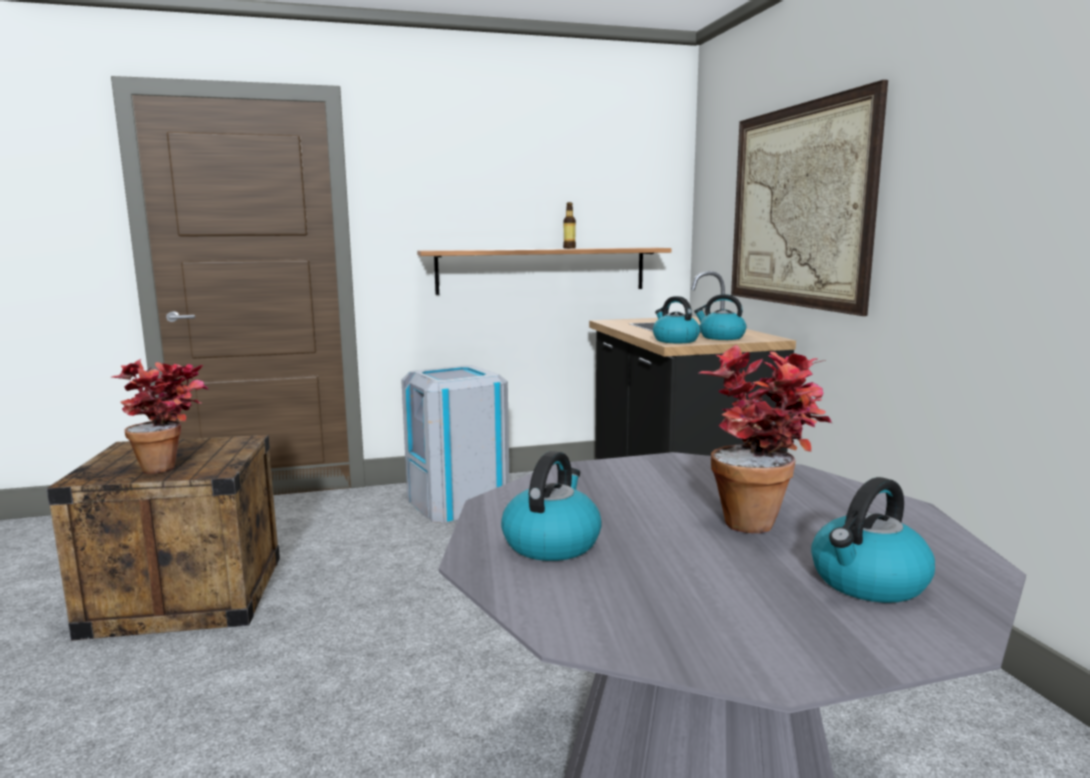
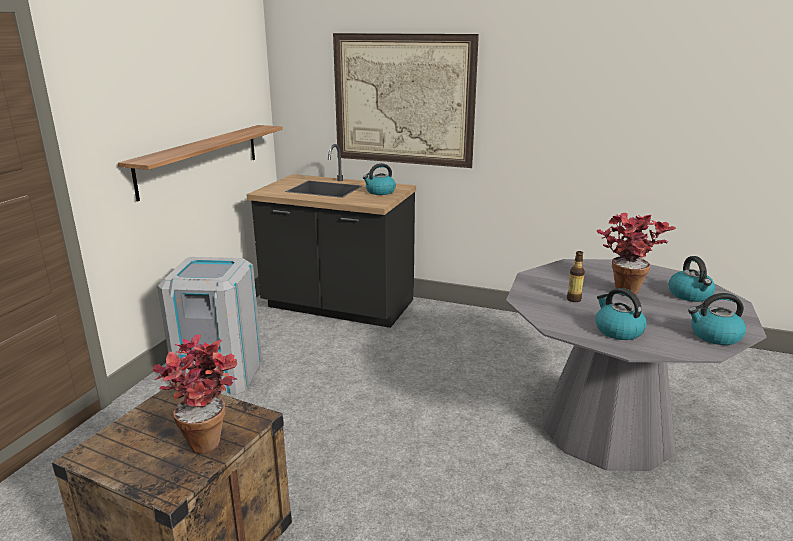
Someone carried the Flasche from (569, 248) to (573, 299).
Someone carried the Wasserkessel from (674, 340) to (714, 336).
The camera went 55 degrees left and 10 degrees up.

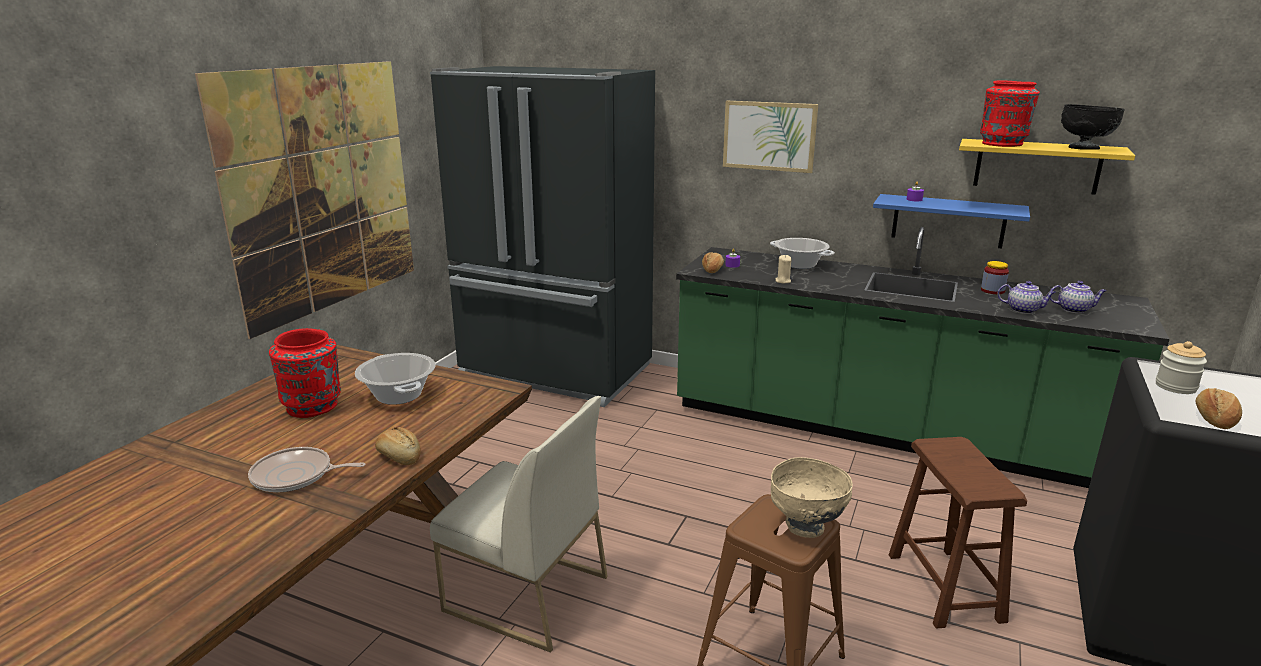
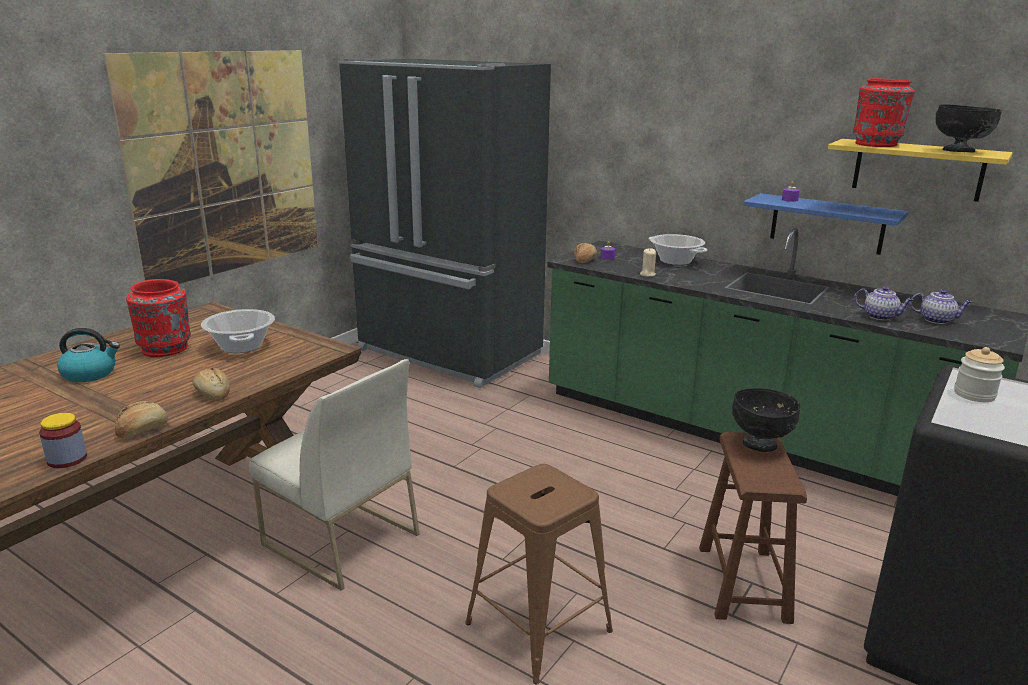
Someone carried the Vorratsglas from (992, 291) to (67, 459).
Someone put down the Wasserkessel at (90, 374).
Someone carried the Brot from (1214, 419) to (142, 430).
Someone put down the Schüssel [schwarz] at (760, 445).
Someone took away the Pfanne at (296, 476).
Someone took away the Bild at (769, 136).
Someone took away the Schüssel [beige] at (805, 527).
The camera went 10 degrees right and 0 degrees up.

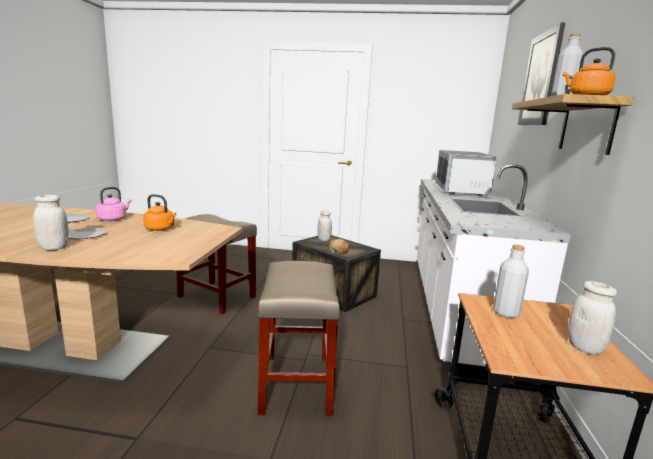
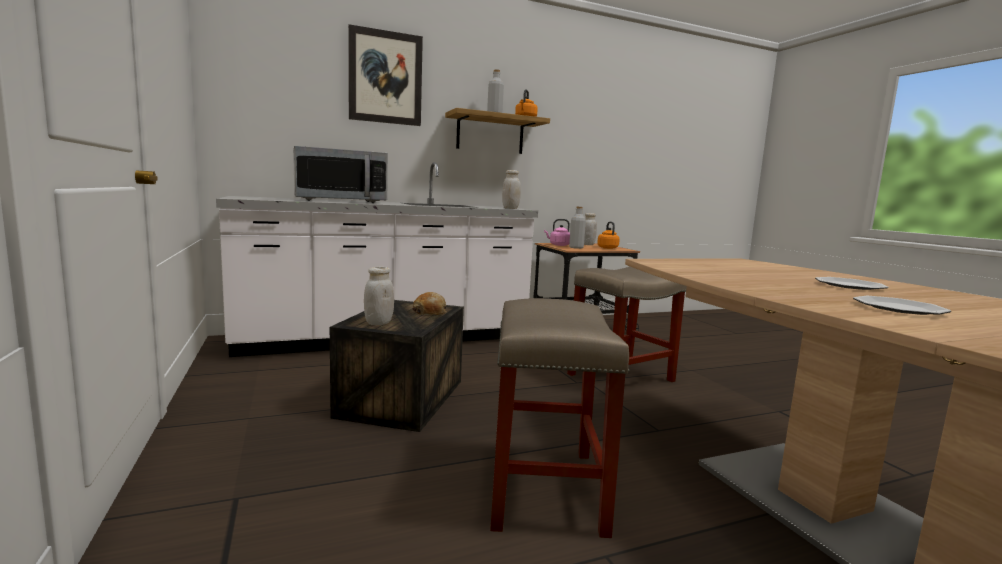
Someone carried the Vorratsglas [weiß] from (54, 248) to (510, 208).
Someone carried the Wasserkessel [rosa] from (113, 219) to (558, 245).
Someone carried the Wasserkessel [orange] from (161, 229) to (607, 248).
The camera went 120 degrees left and 5 degrees down.

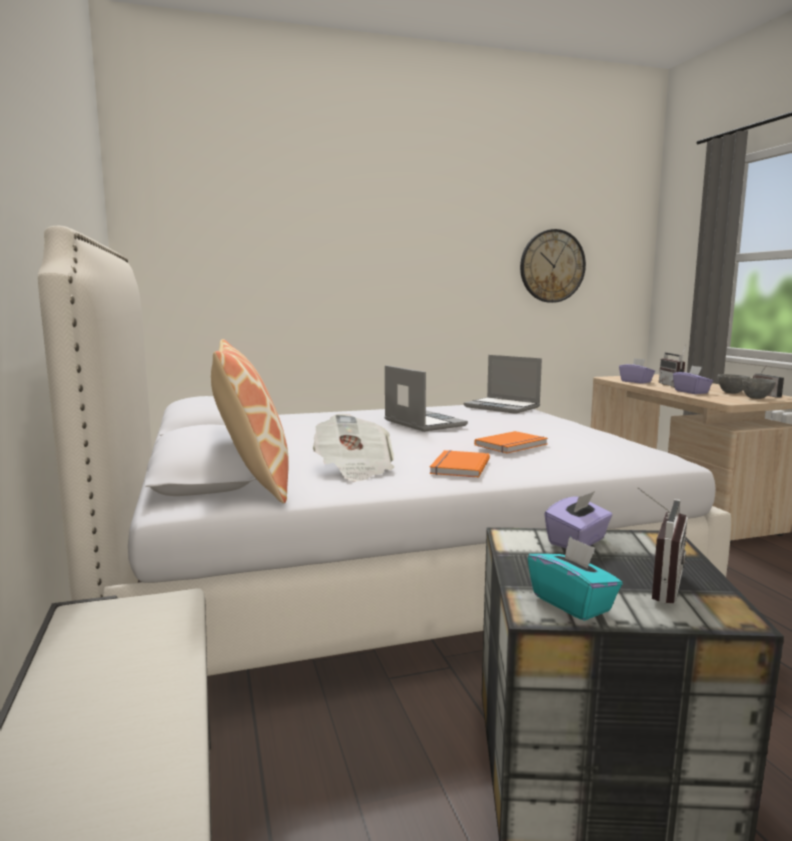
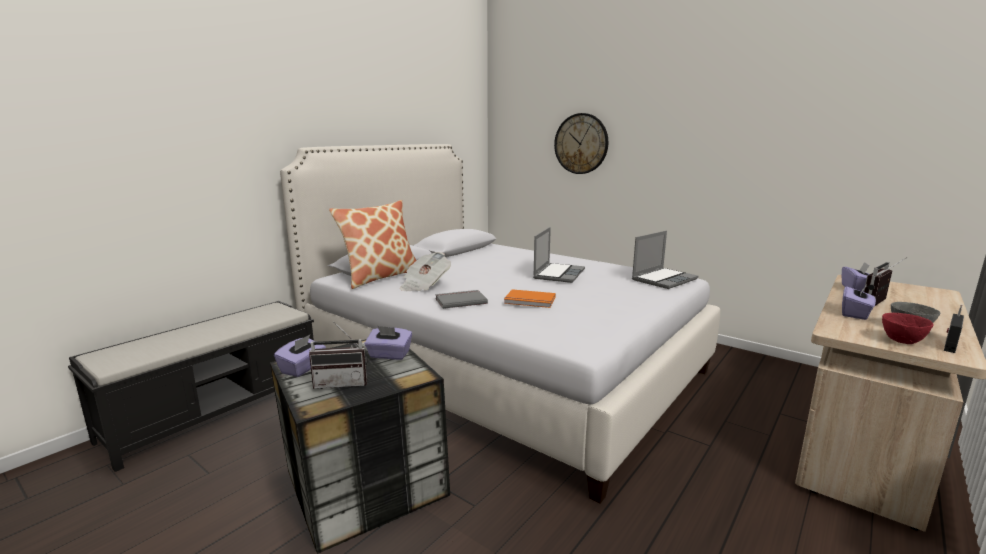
Someone repainted the Taschentuchbox [türkis] at (572, 603), which became the Taschentuchbox [lila] at (303, 368).
Someone repainted the Buch [orange] at (458, 466), which became the Buch [grau] at (460, 301).
Someone carried the Wanduhr from (552, 266) to (581, 144).
Someone rotated the Laptop at (503, 407) by 135 degrees counterclockwise.
Someone repainted the Schüssel [grau] at (756, 398), which became the Schüssel [rot] at (903, 342).
The camera went 55 degrees right and 5 degrees up.

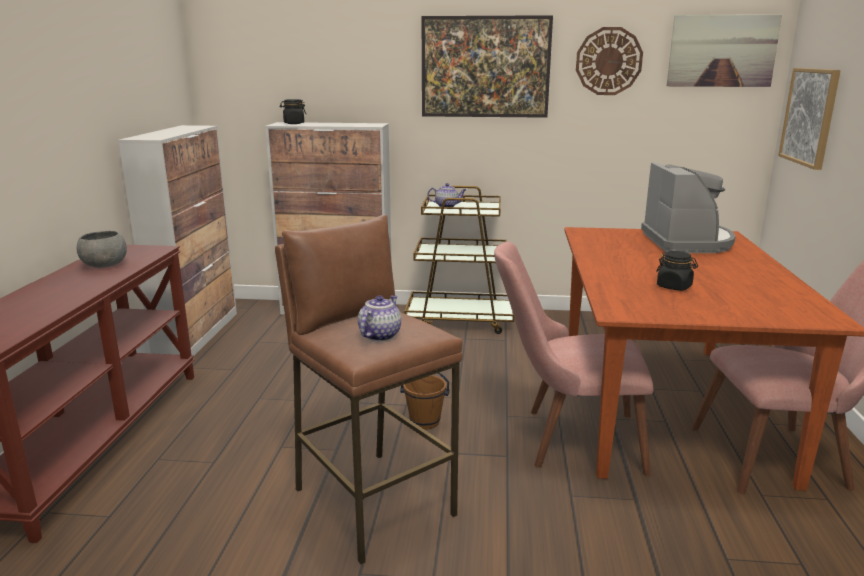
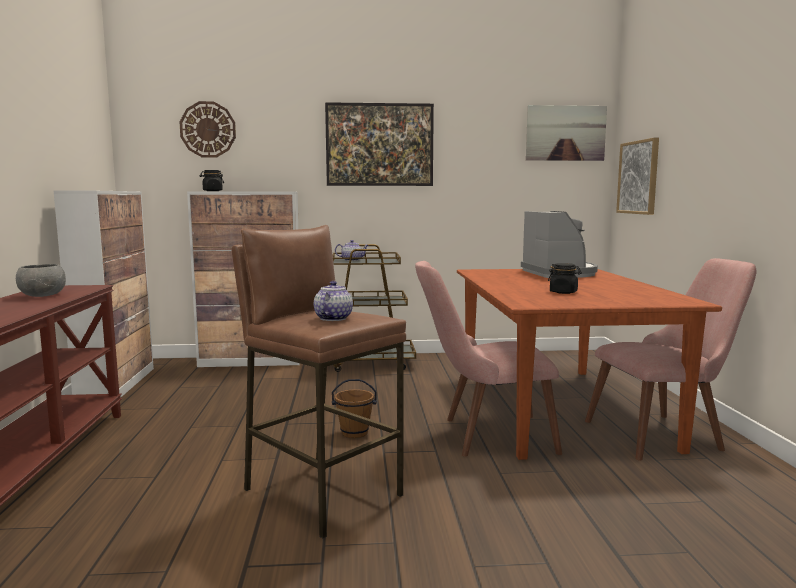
Someone carried the Wanduhr from (608, 61) to (208, 129).
The camera went 10 degrees left and 10 degrees down.

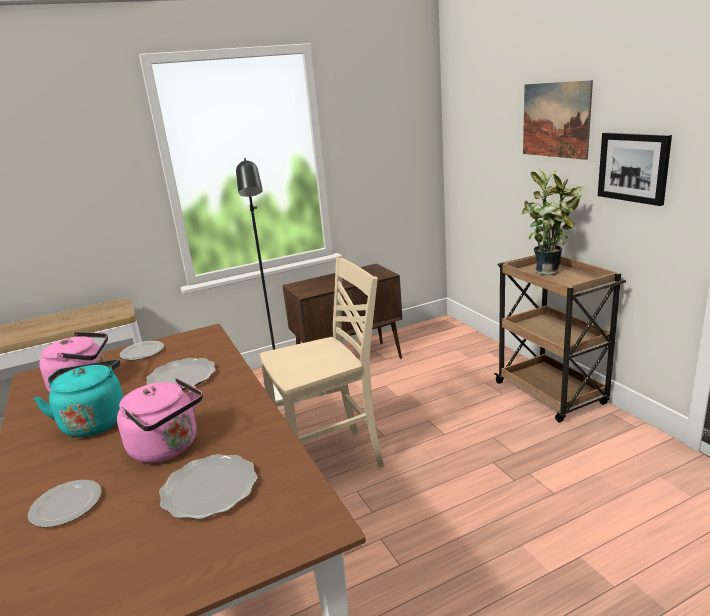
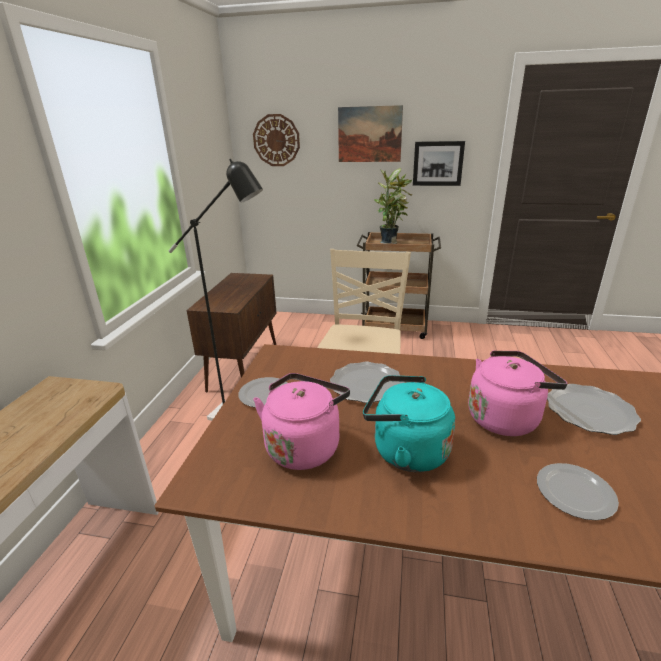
Someone put up the Wanduhr at (276, 140).
The camera went 55 degrees left and 5 degrees up.

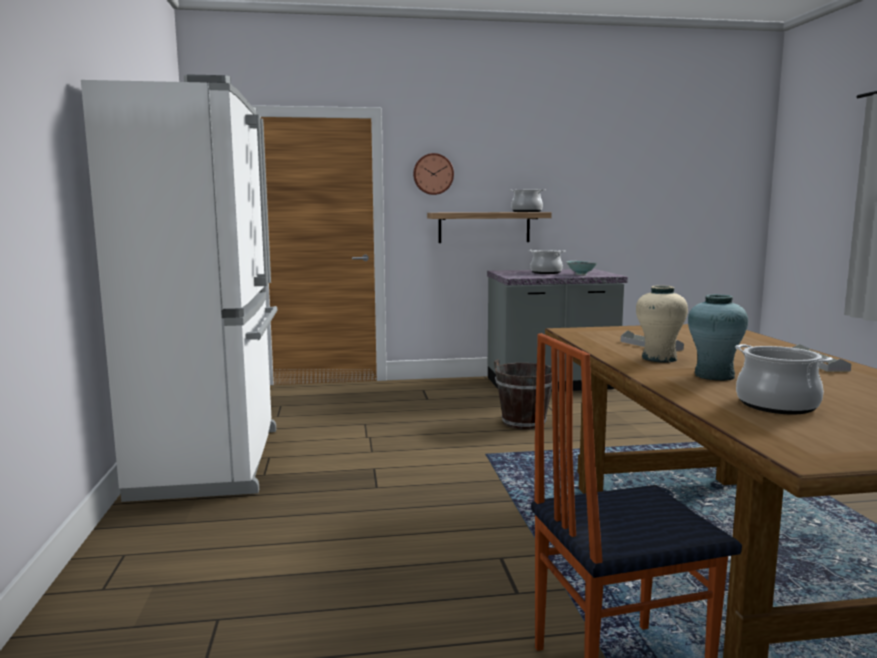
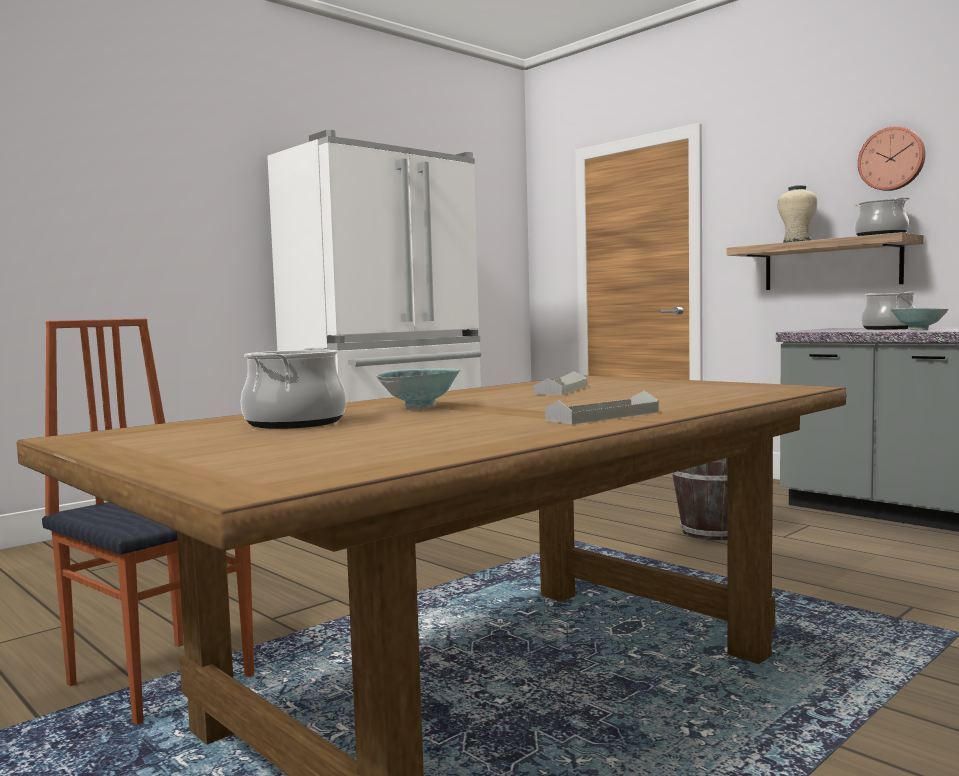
Someone swapped the Vase [türkis] at (714, 376) for the Schüssel at (420, 407).
Someone carried the Vase [beige] from (659, 358) to (796, 242).
Someone carried the Wanduhr from (433, 174) to (892, 159).
The camera went 55 degrees right and 5 degrees down.

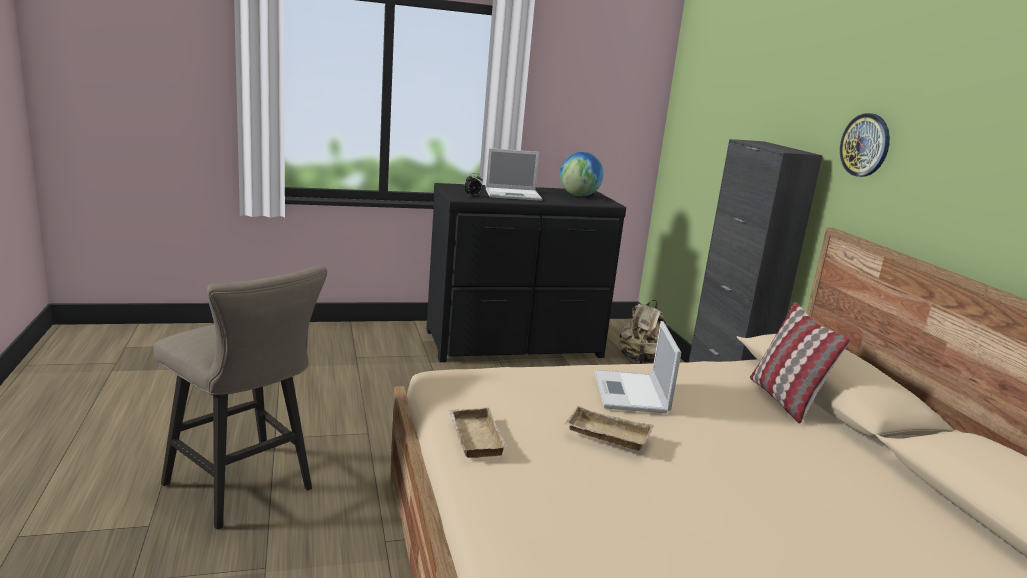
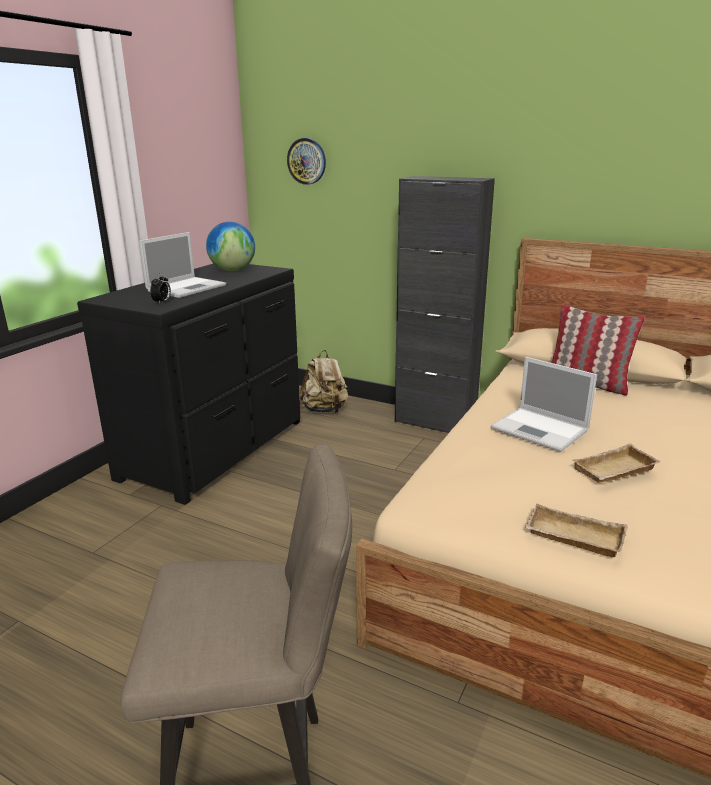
Someone carried the Wanduhr from (865, 145) to (307, 161).
The camera went 45 degrees left and 5 degrees up.

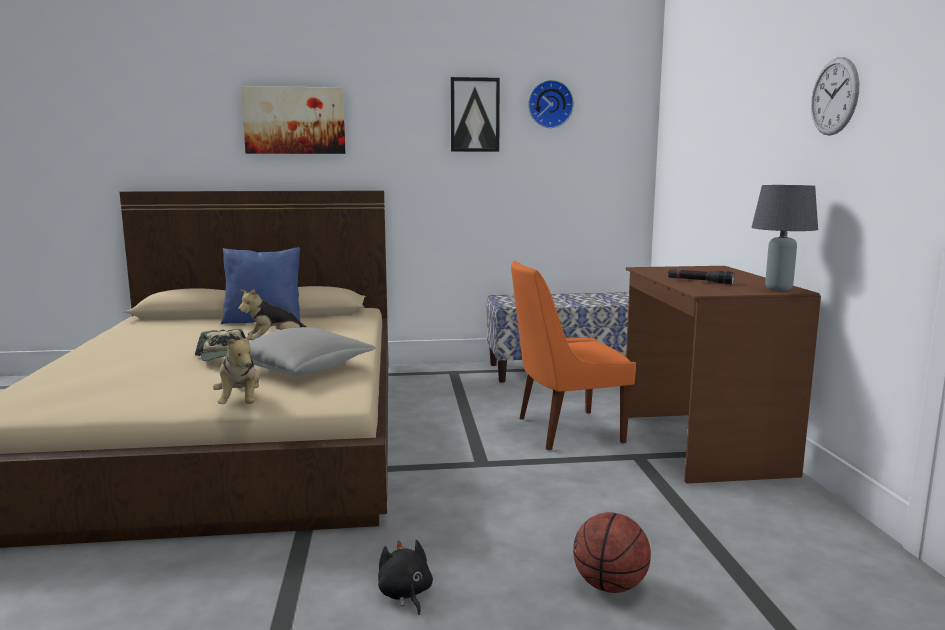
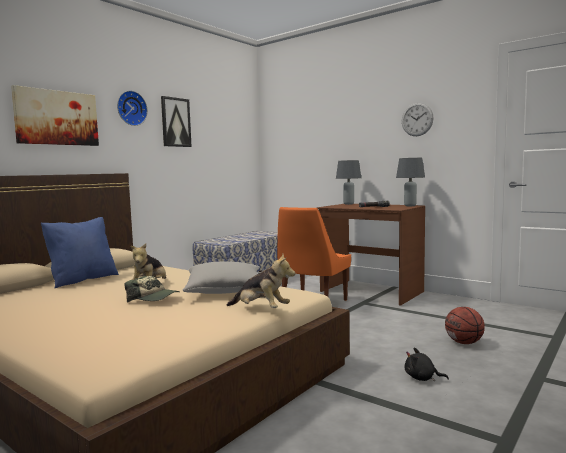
Someone carried the Wanduhr from (550, 104) to (131, 108).
Someone put down the Tischlampe [grau] at (348, 204).
The camera went 45 degrees left and 5 degrees down.

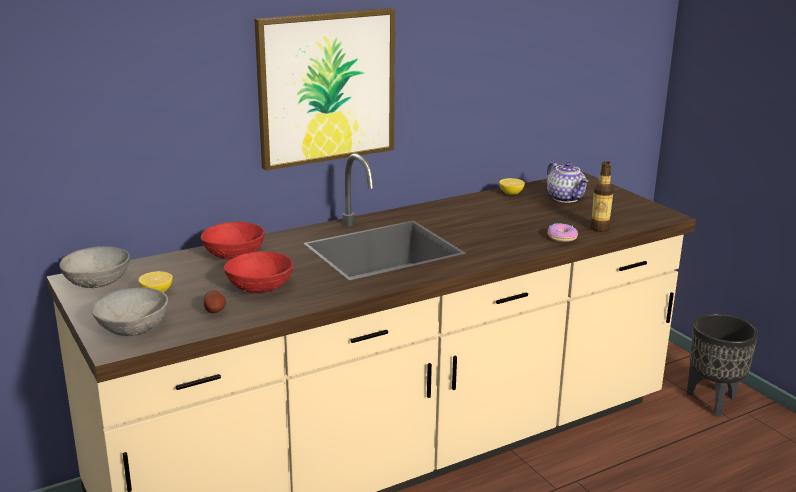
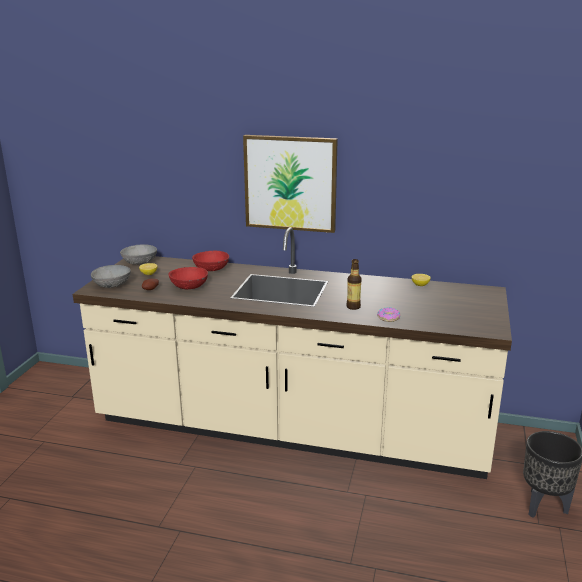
Someone carried the Flasche from (599, 228) to (353, 307).
Someone took away the Teekanne at (566, 198).
The camera went 45 degrees right and 0 degrees up.

